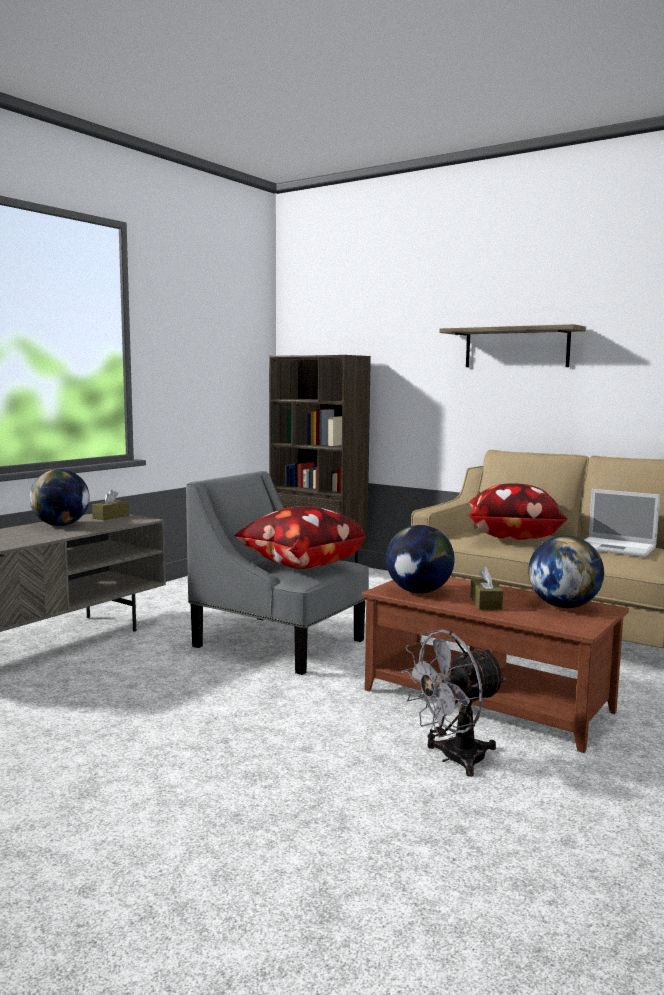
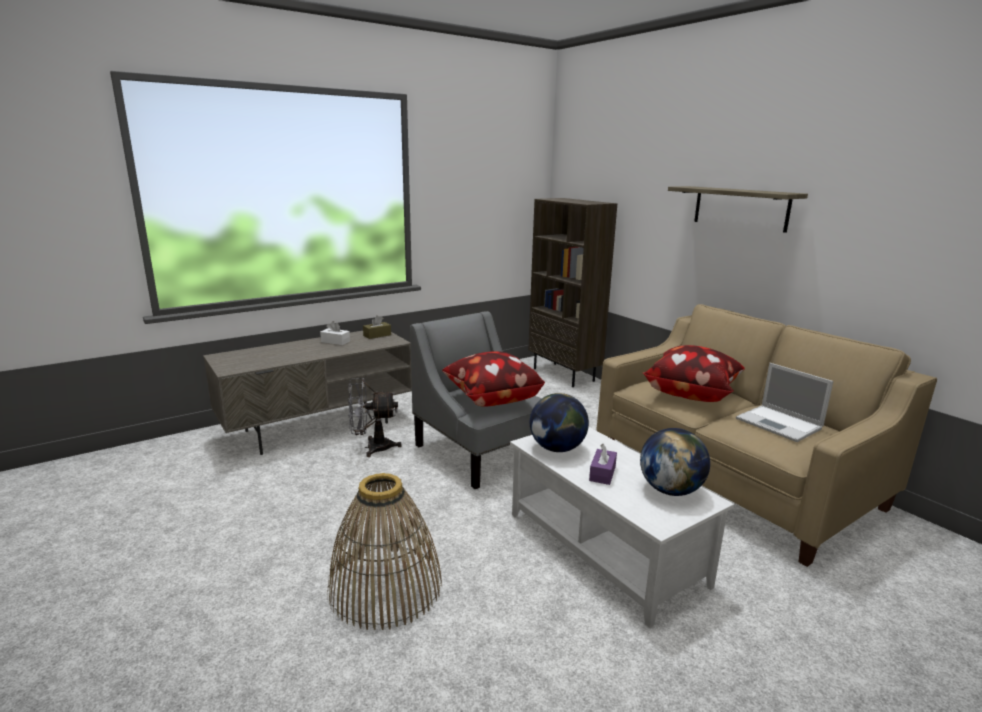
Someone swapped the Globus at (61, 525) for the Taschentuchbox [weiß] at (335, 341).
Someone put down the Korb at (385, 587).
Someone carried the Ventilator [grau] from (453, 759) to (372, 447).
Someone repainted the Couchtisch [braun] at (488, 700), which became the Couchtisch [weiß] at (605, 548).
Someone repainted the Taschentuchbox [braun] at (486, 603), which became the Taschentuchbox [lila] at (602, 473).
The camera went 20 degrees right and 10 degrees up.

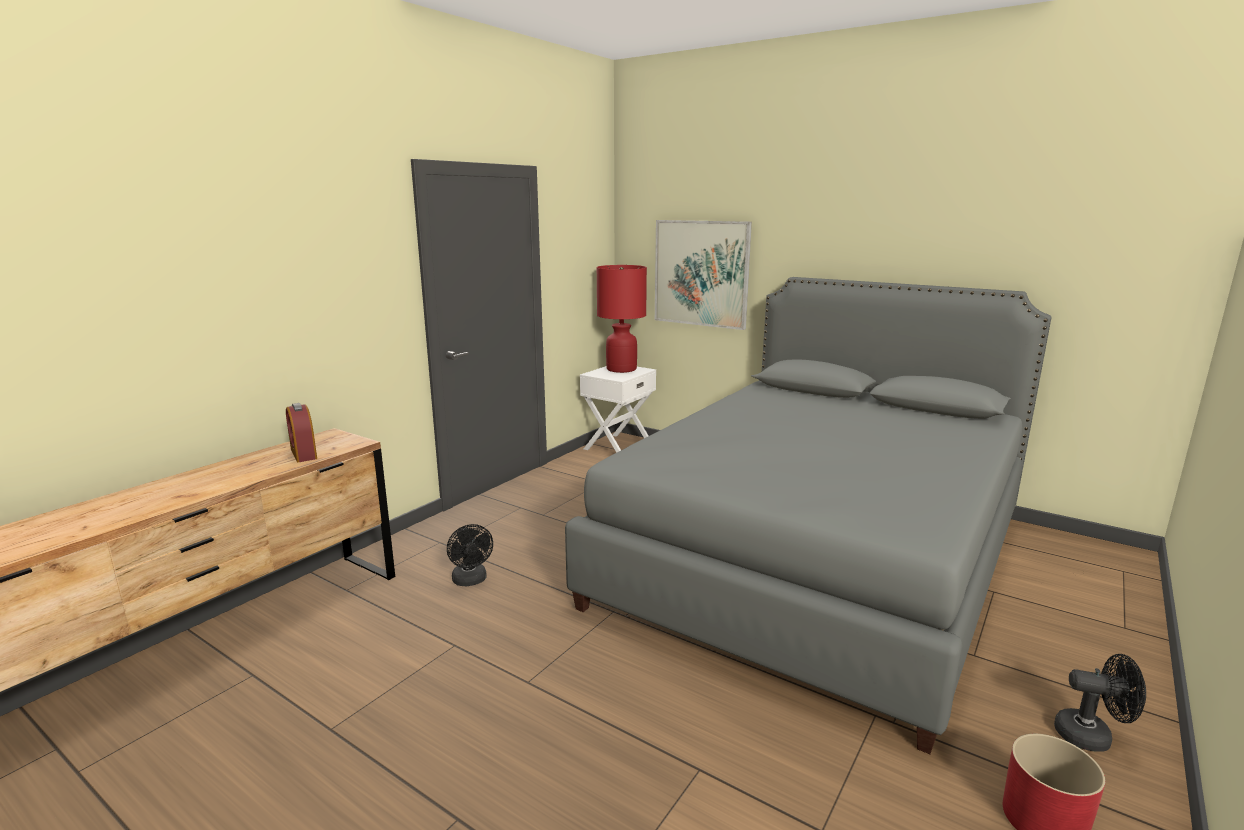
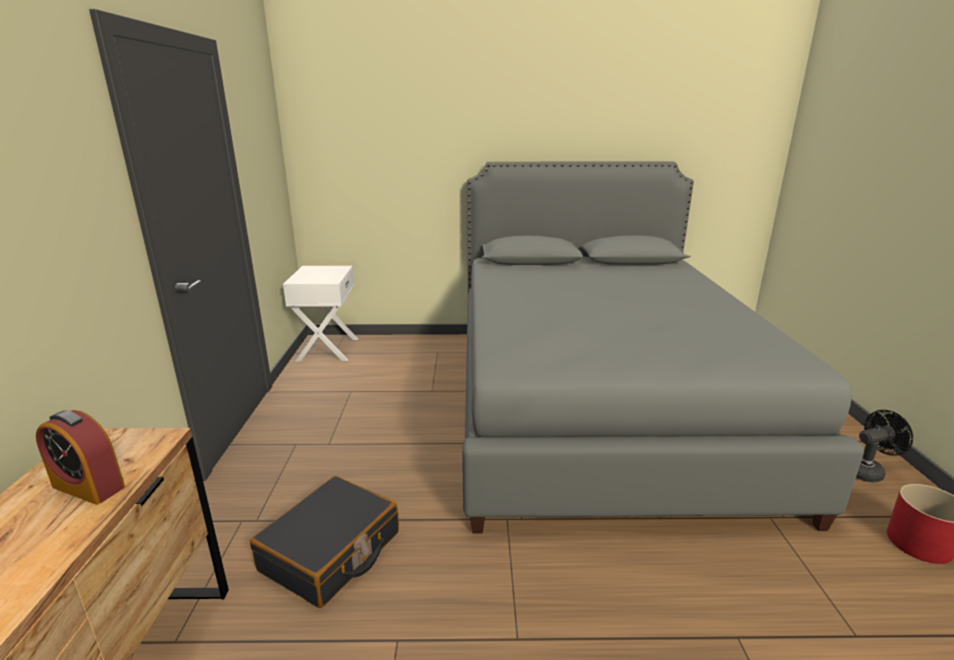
Someone swapped the Ventilator [schwarz] at (471, 581) for the Koffer [schwarz] at (331, 552).
Someone took away the Tischlampe [rot] at (621, 369).
Someone took away the Bild at (701, 273).
The camera went 35 degrees left and 5 degrees up.

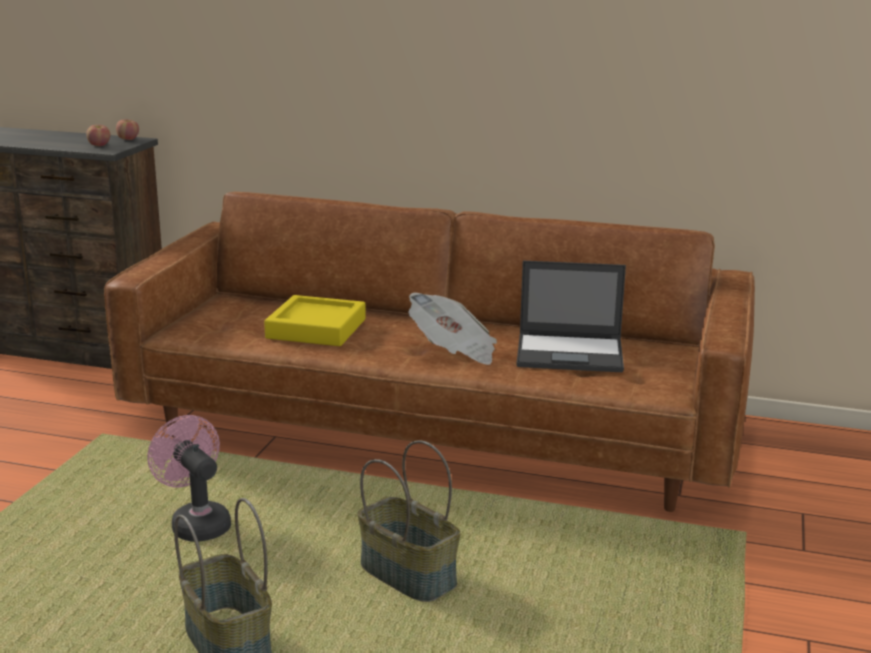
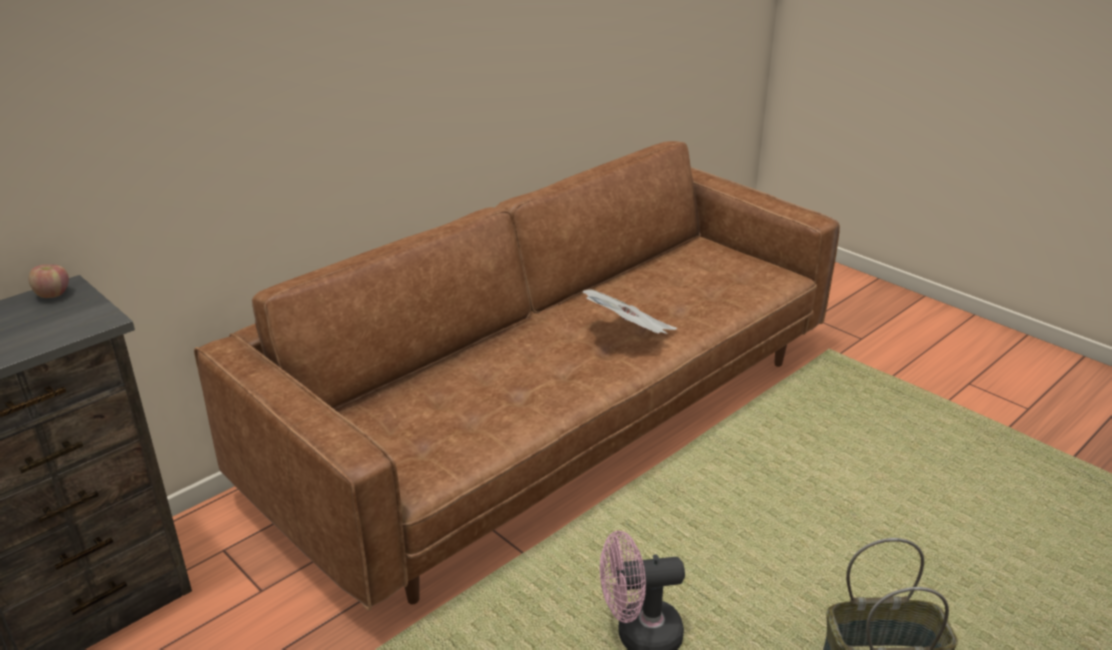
Someone took away the Apfel at (99, 145).
Someone took away the Tablett [gelb] at (316, 329).
Someone took away the Korb at (409, 575).
Someone took away the Laptop at (571, 353).
The camera went 60 degrees left and 10 degrees up.

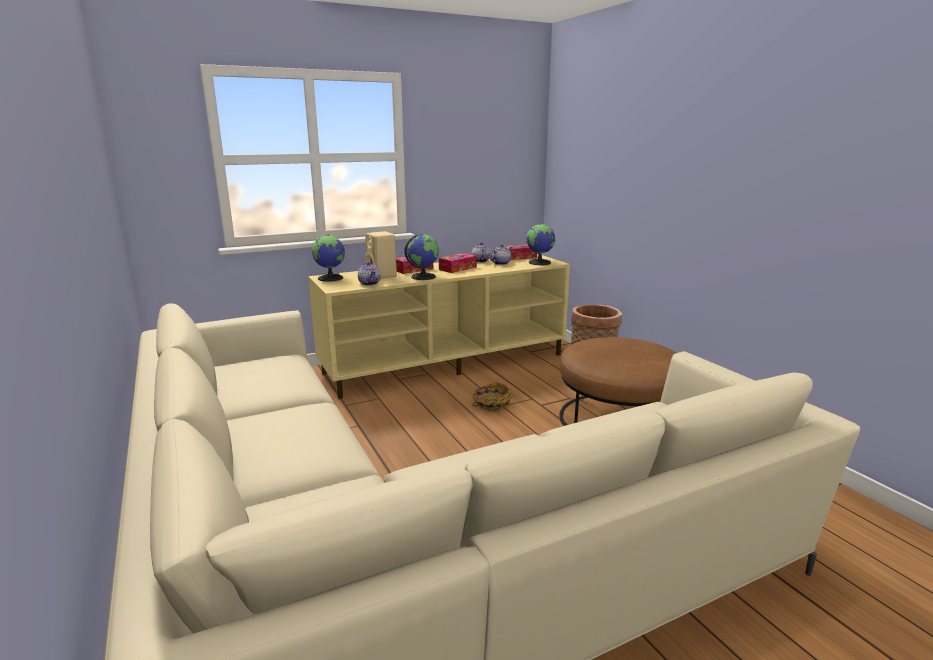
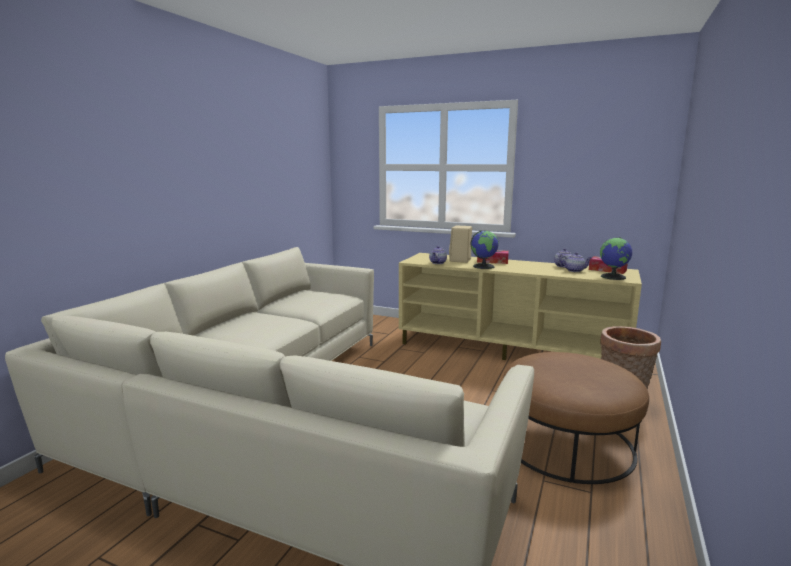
Someone took away the Globus at (331, 278).
Someone took away the Taschentuchbox at (458, 268).
Someone took away the Korb at (491, 403).
The camera went 50 degrees right and 5 degrees down.

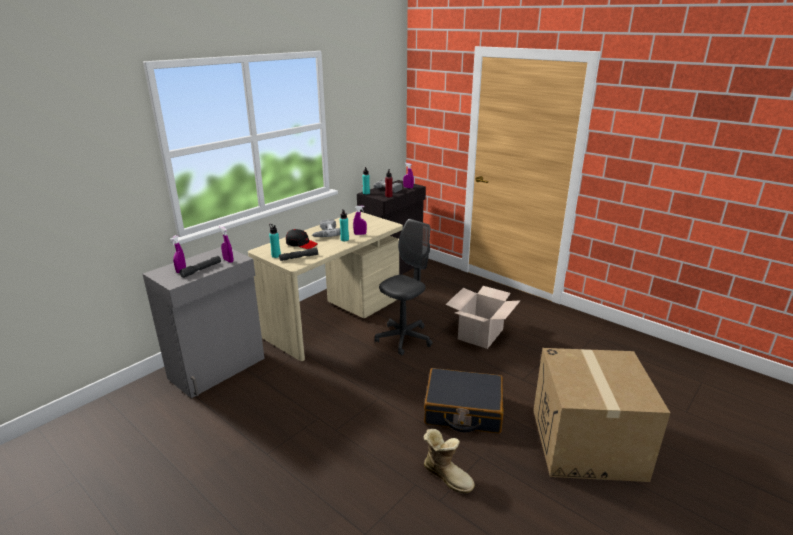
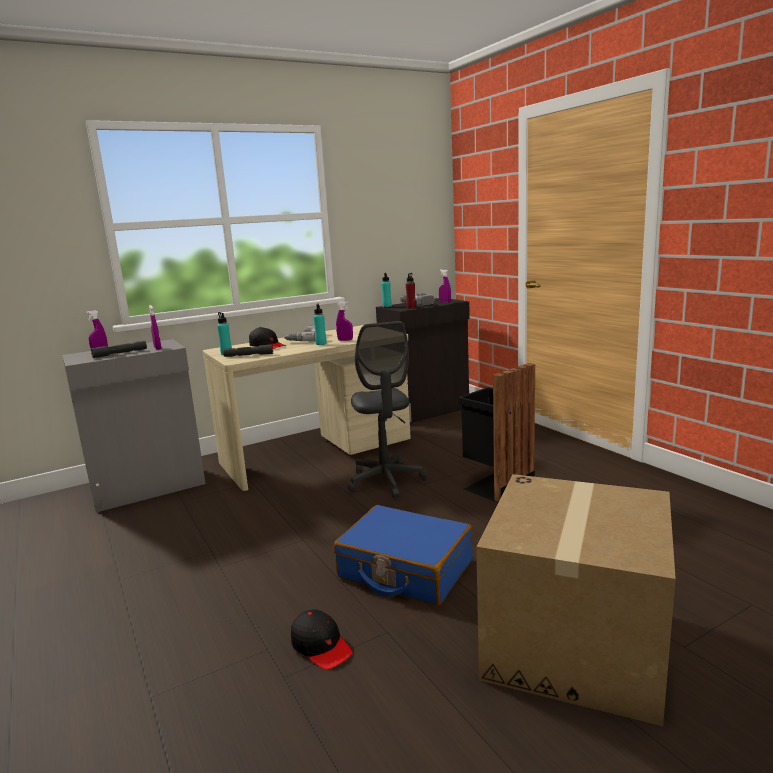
Someone swapped the Stiefel at (447, 475) for the Kappe [schwarz] at (321, 646).
Someone repainted the Koffer [schwarz] at (463, 410), which became the Koffer [blau] at (405, 570).
Someone rotated the Bürostuhl [grau] at (403, 339) by 105 degrees clockwise.
Someone swapped the Karton at (481, 334) for the Mülleimer [schwarz] at (495, 486).
The camera went 20 degrees right and 10 degrees down.

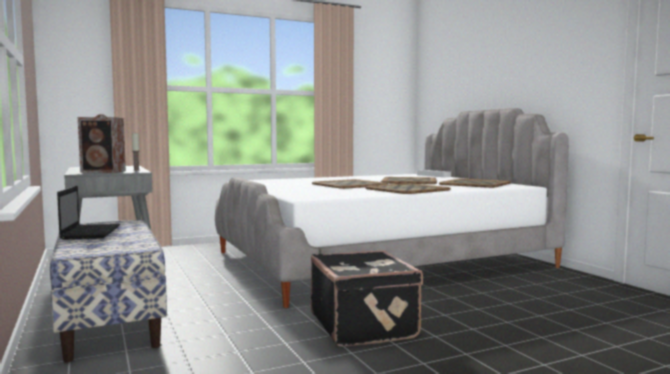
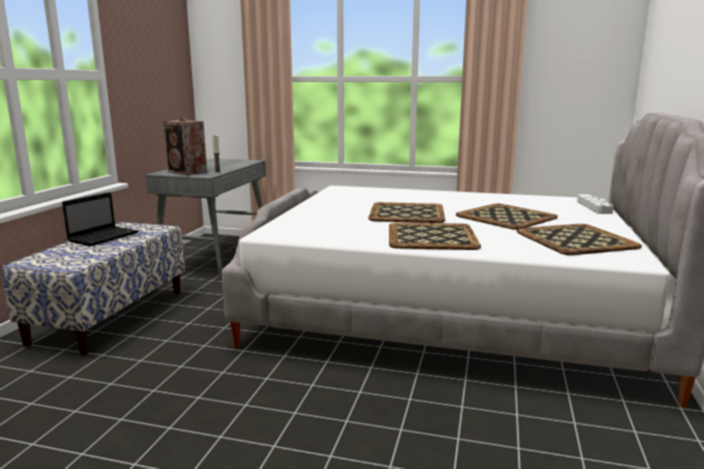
Someone took away the Koffer [schwarz] at (364, 326).
The camera went 40 degrees right and 10 degrees up.

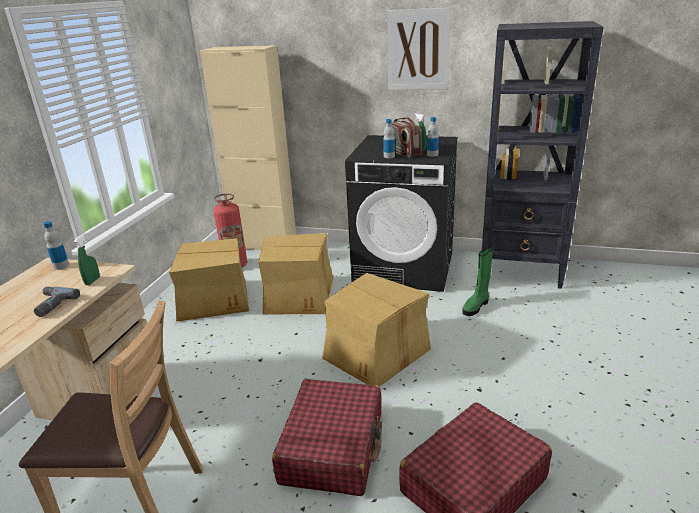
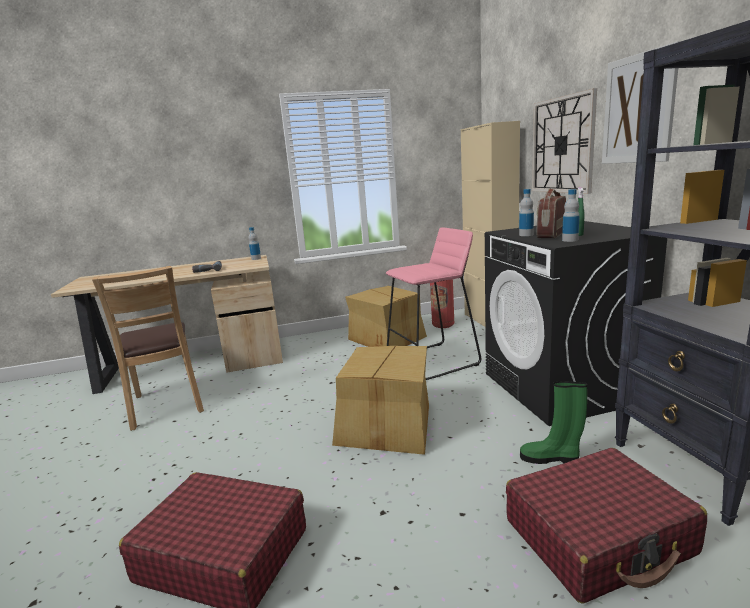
Someone swapped the Karton at (298, 295) for the Hocker [rosa] at (433, 361).
Someone carried the Koffer [rot] from (333, 447) to (598, 537).
Someone put up the Wanduhr at (562, 145).
Someone took away the Sprühflasche [grün] at (92, 281).
The camera went 60 degrees right and 10 degrees down.

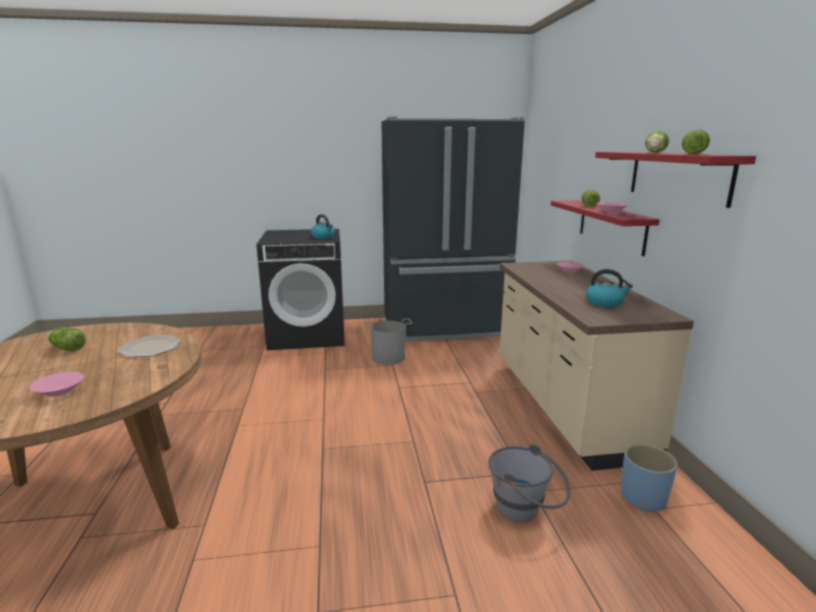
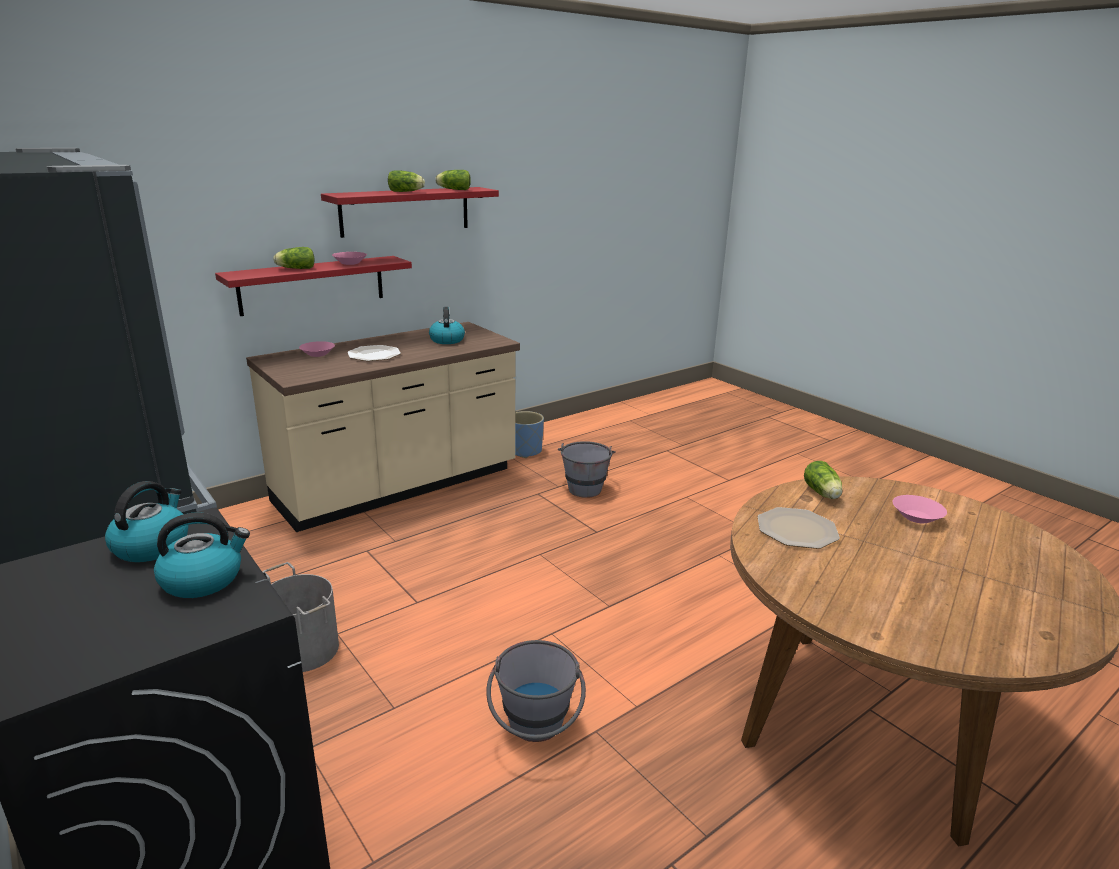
Someone put down the Wasserkessel at (203, 579).
Someone put down the Teller at (373, 355).
Someone put down the Eimer [grau] at (535, 731).
Someone carried the Salatkopf from (67, 348) to (822, 494).
The camera went 120 degrees left and 5 degrees up.

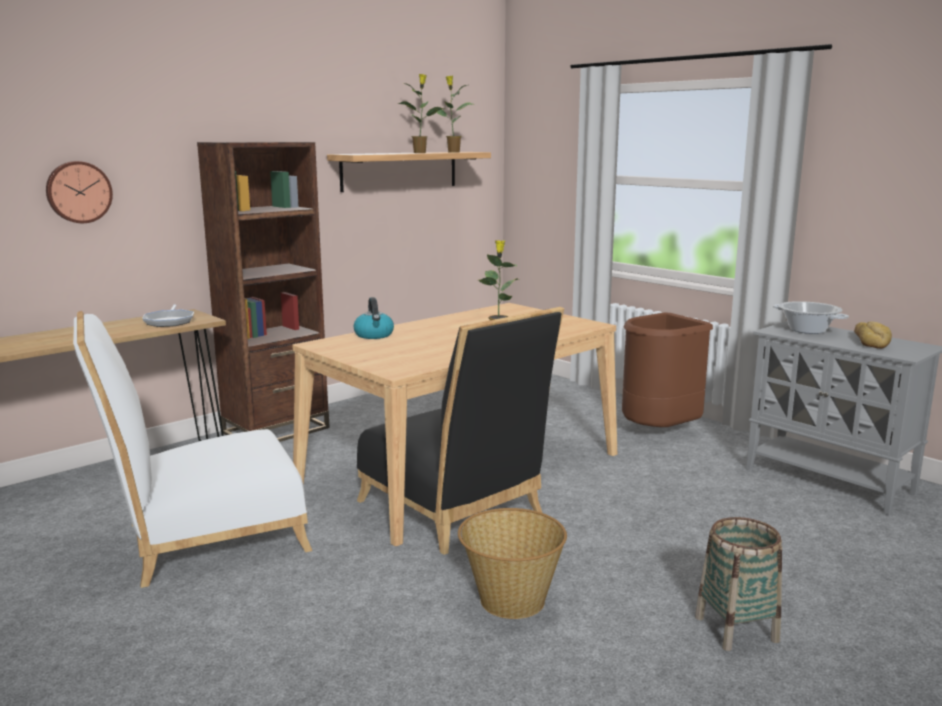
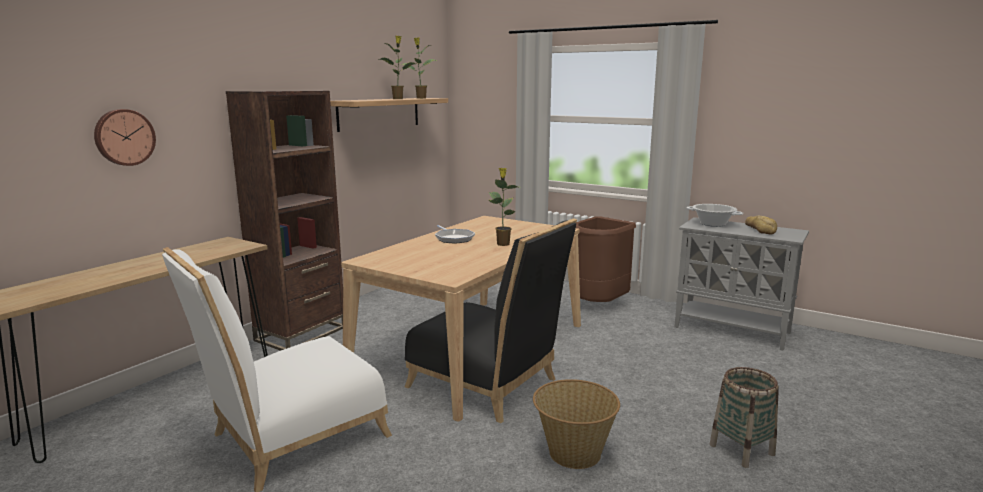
Someone carried the Pfanne from (169, 321) to (453, 238).
Someone took away the Wasserkessel at (374, 335).
The camera went 15 degrees left and 0 degrees up.

